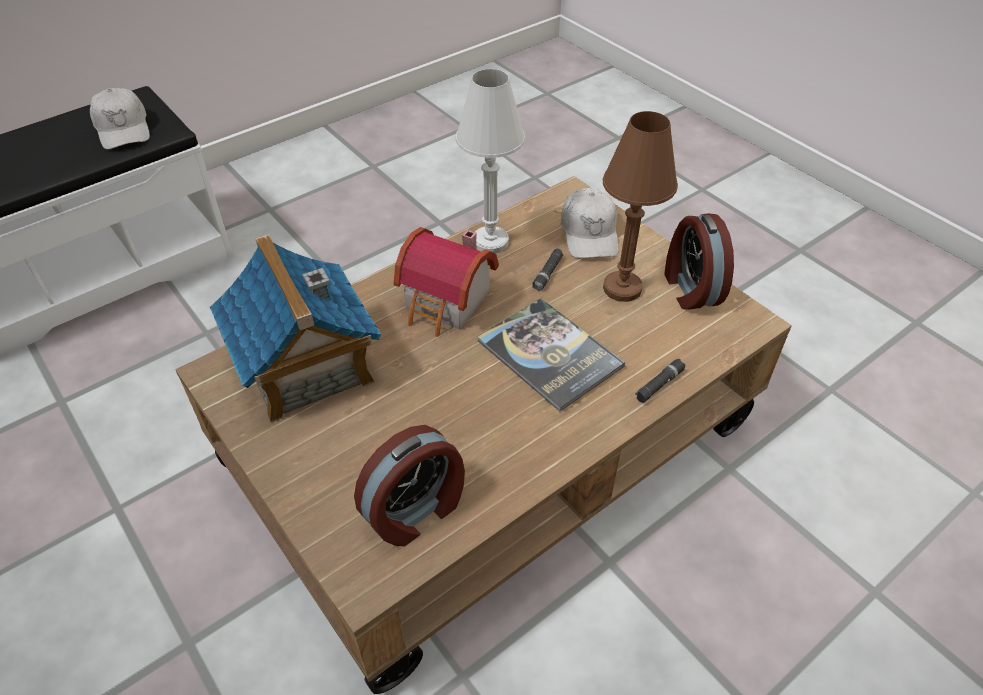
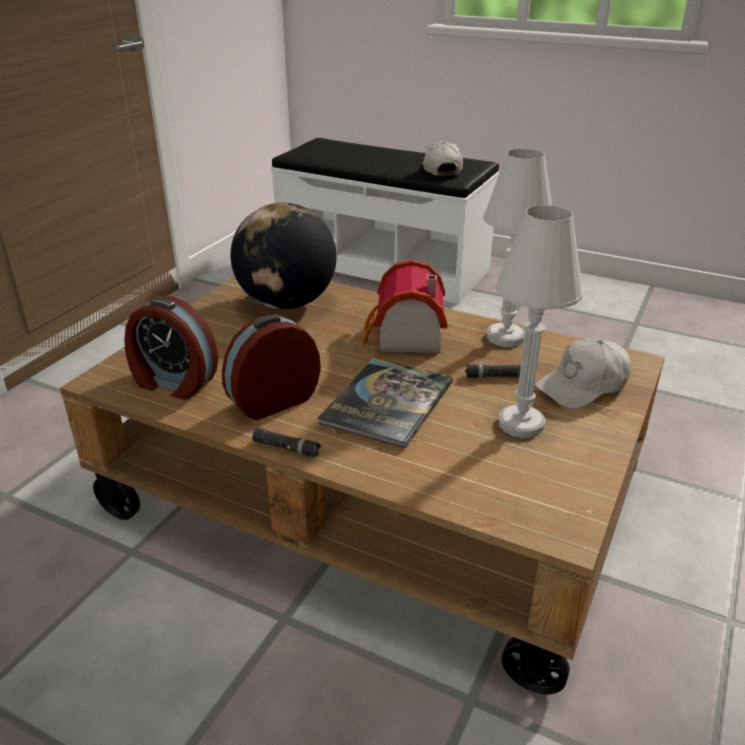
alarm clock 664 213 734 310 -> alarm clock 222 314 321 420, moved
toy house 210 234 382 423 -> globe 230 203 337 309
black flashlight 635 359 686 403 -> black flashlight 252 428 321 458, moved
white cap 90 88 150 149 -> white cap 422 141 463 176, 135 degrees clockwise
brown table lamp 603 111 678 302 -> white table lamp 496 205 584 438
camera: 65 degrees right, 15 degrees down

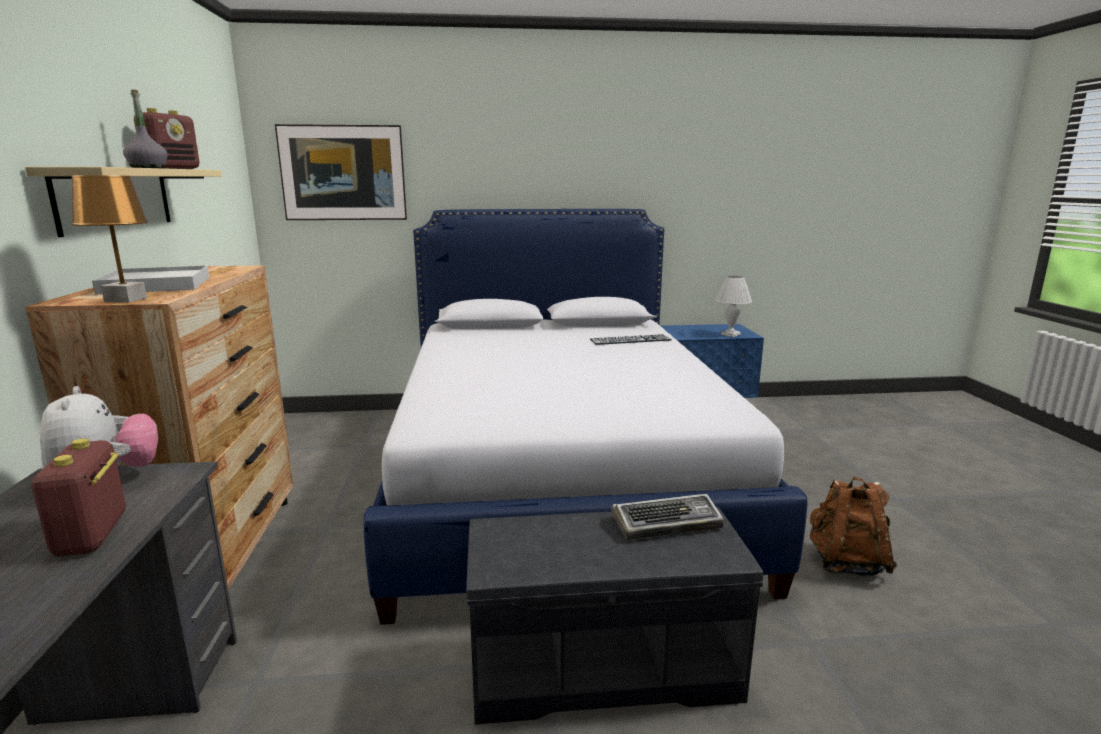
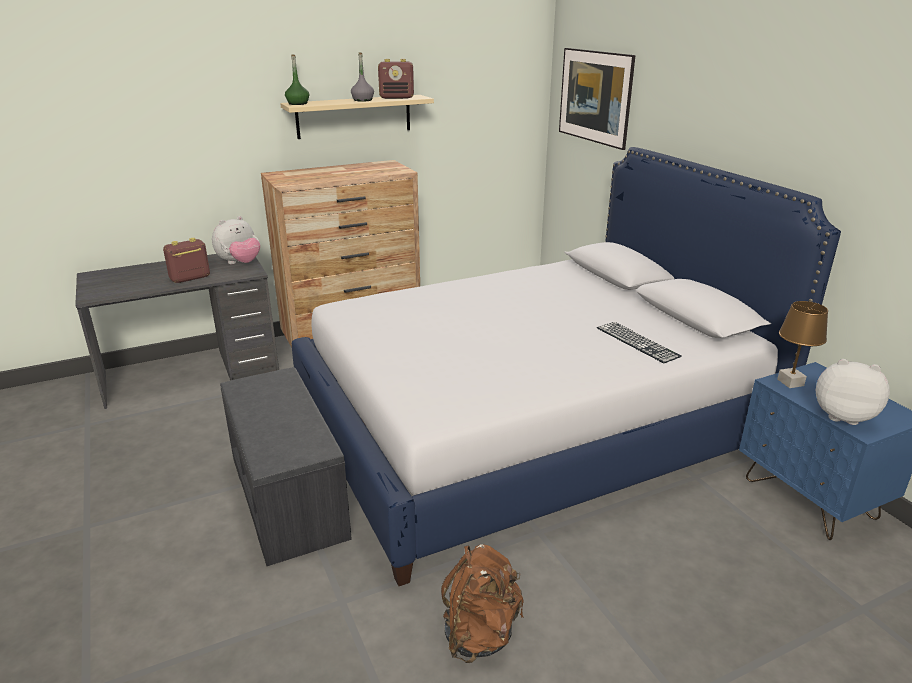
none -> green bottle 285 54 309 105
brown table lamp 72 176 148 303 -> brown table lamp 777 301 828 388, moved
white table lamp 715 276 752 337 -> plush toy 816 359 890 425
white tray 92 266 209 294 -> none
keyboard 612 494 724 540 -> none
camera: 70 degrees right, 10 degrees up

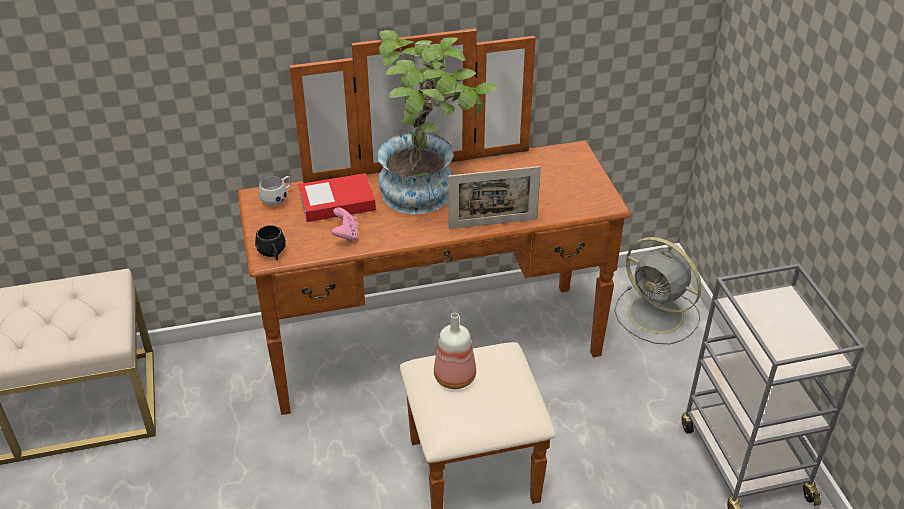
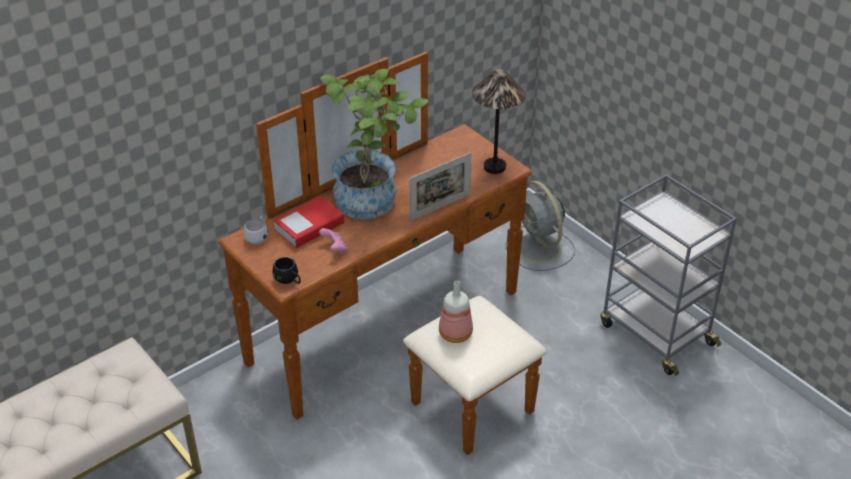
none -> table lamp 472 69 525 174
grey fan 614 237 701 344 -> grey fan 505 181 575 271, 45 degrees clockwise
camera: 25 degrees left, 0 degrees up

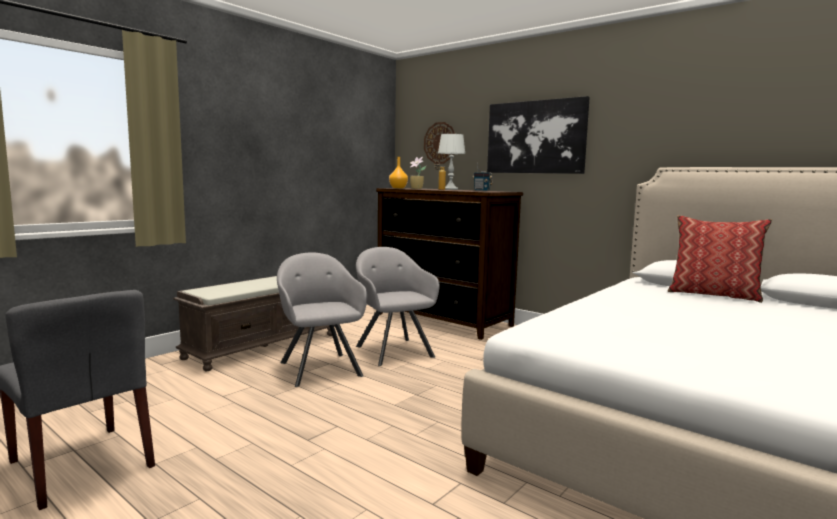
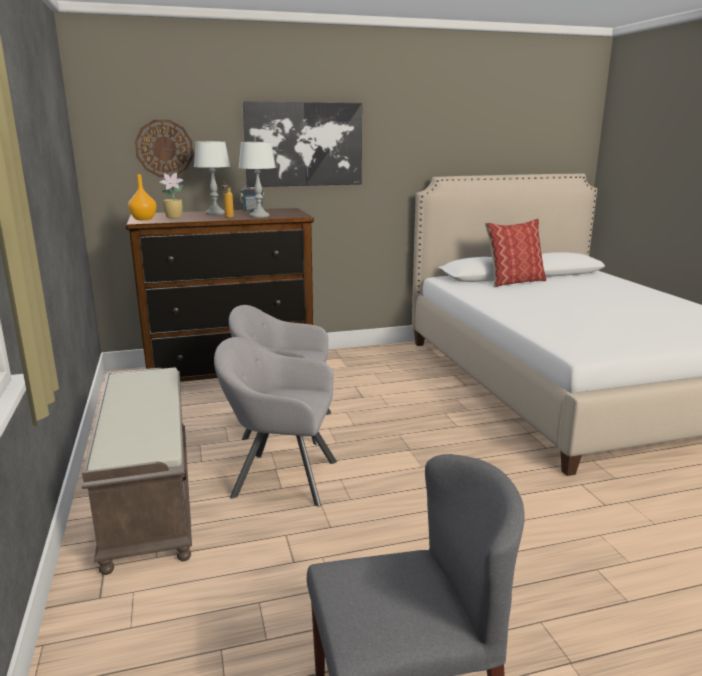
none -> white table lamp 239 142 276 218
camera: 55 degrees left, 10 degrees up

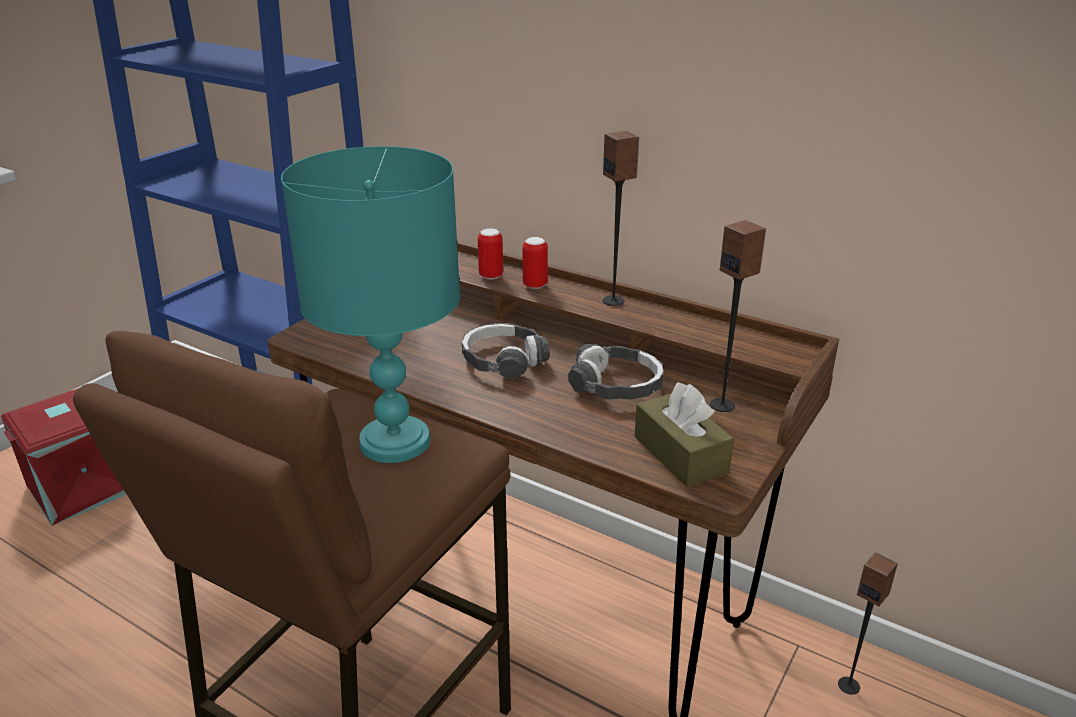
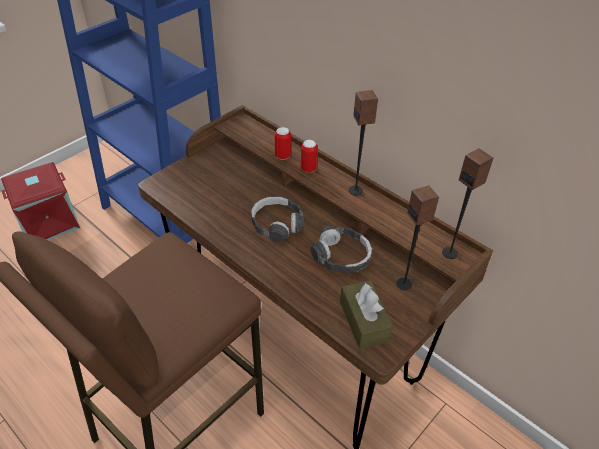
speaker 838 552 898 695 -> speaker 442 148 493 259, moved
turquoise table lamp 281 146 460 463 -> none
camera: 10 degrees right, 15 degrees up

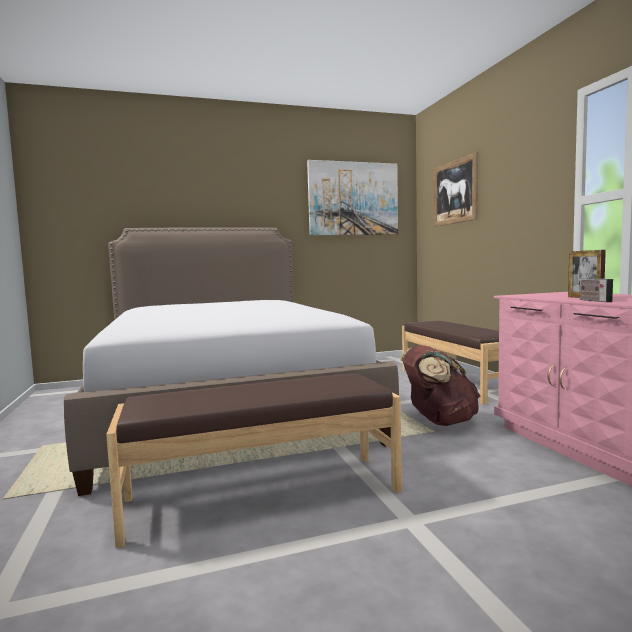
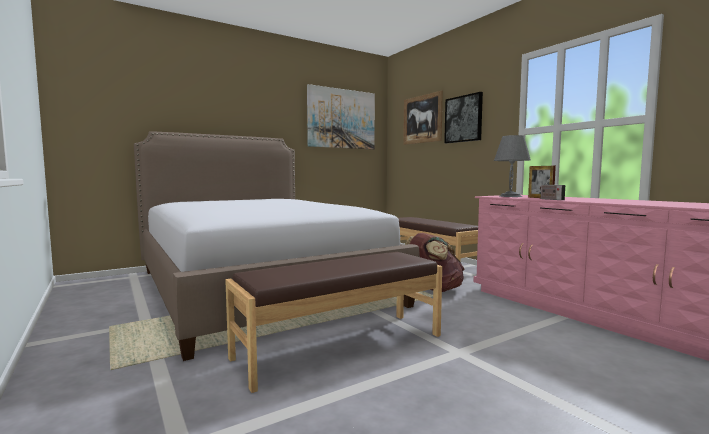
none -> picture 444 92 483 144
none -> grey table lamp 494 135 531 197
camera: 15 degrees left, 0 degrees up

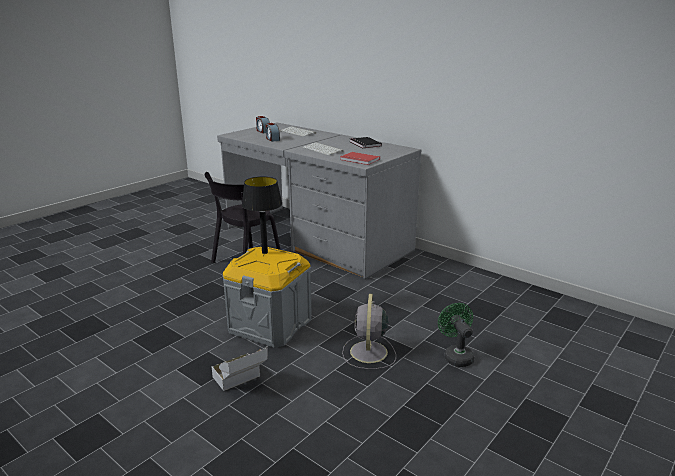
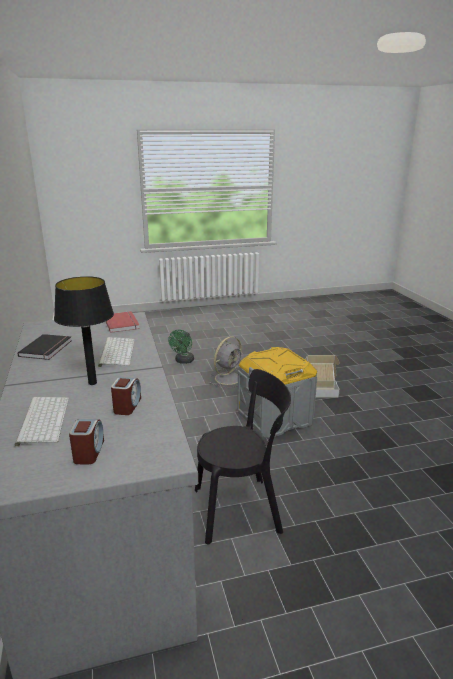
black table lamp 242 177 282 254 -> black table lamp 54 276 114 385, moved
camera: 145 degrees left, 0 degrees up

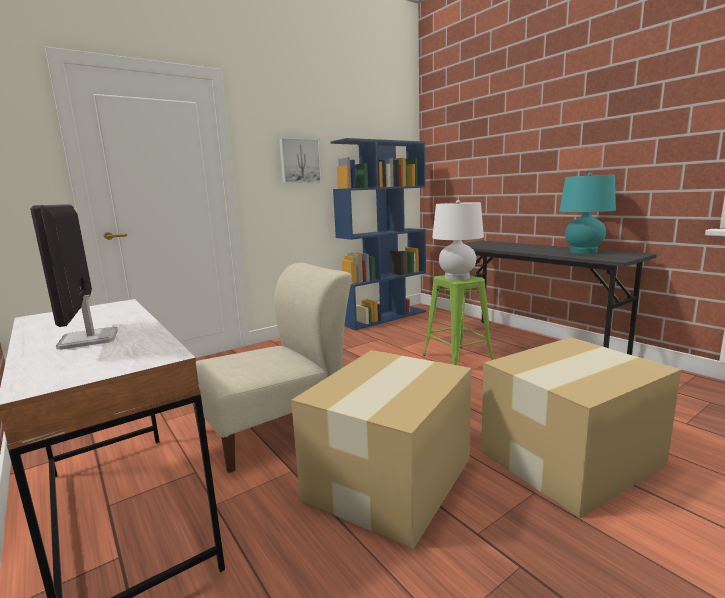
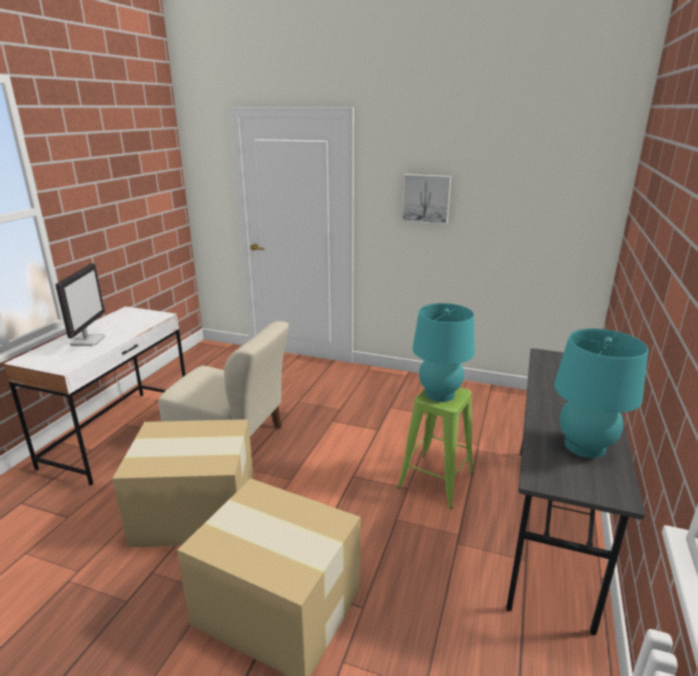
monitor 30 204 118 350 -> monitor 55 263 105 346, 150 degrees clockwise
white table lamp 432 200 484 280 -> turquoise table lamp 412 303 475 402
blue bookcase 330 138 426 330 -> none
camera: 55 degrees right, 10 degrees up

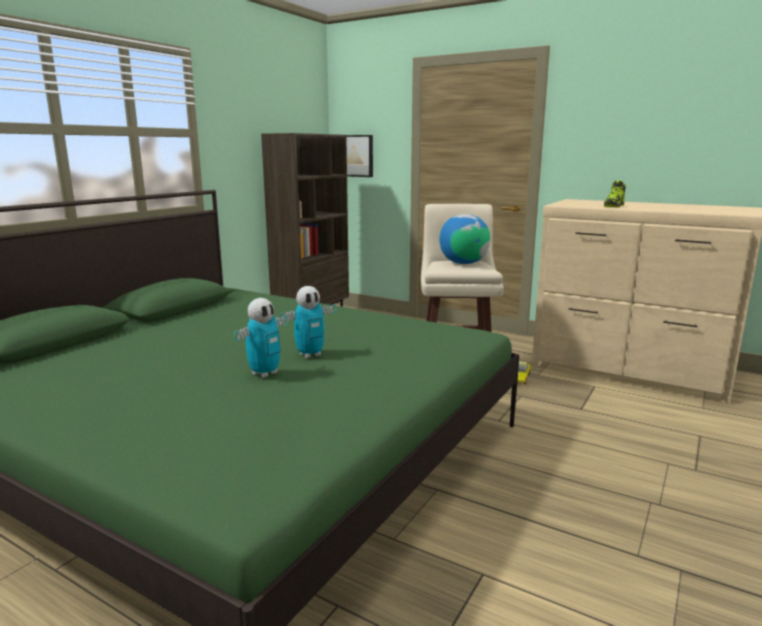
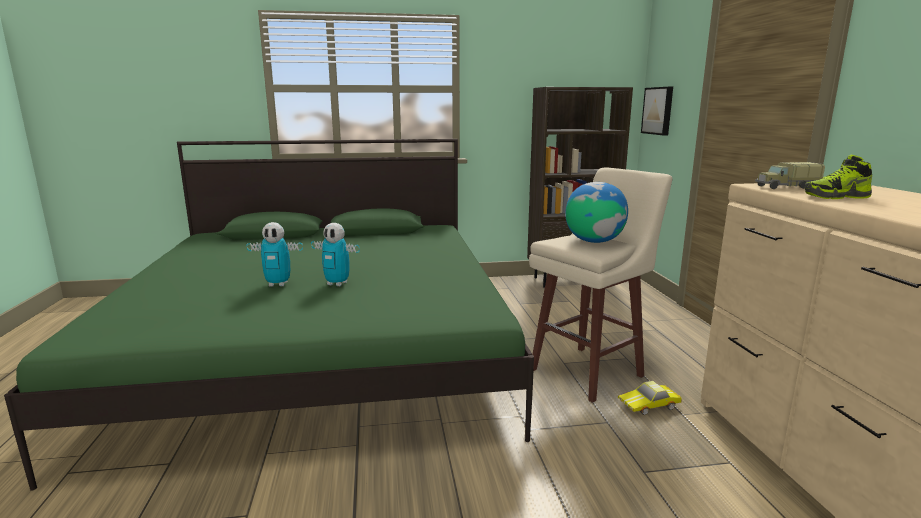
none -> toy truck 755 162 825 189
camera: 50 degrees right, 0 degrees up

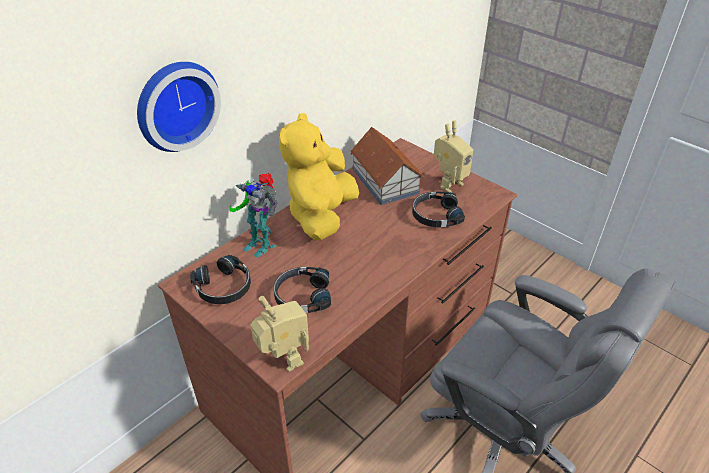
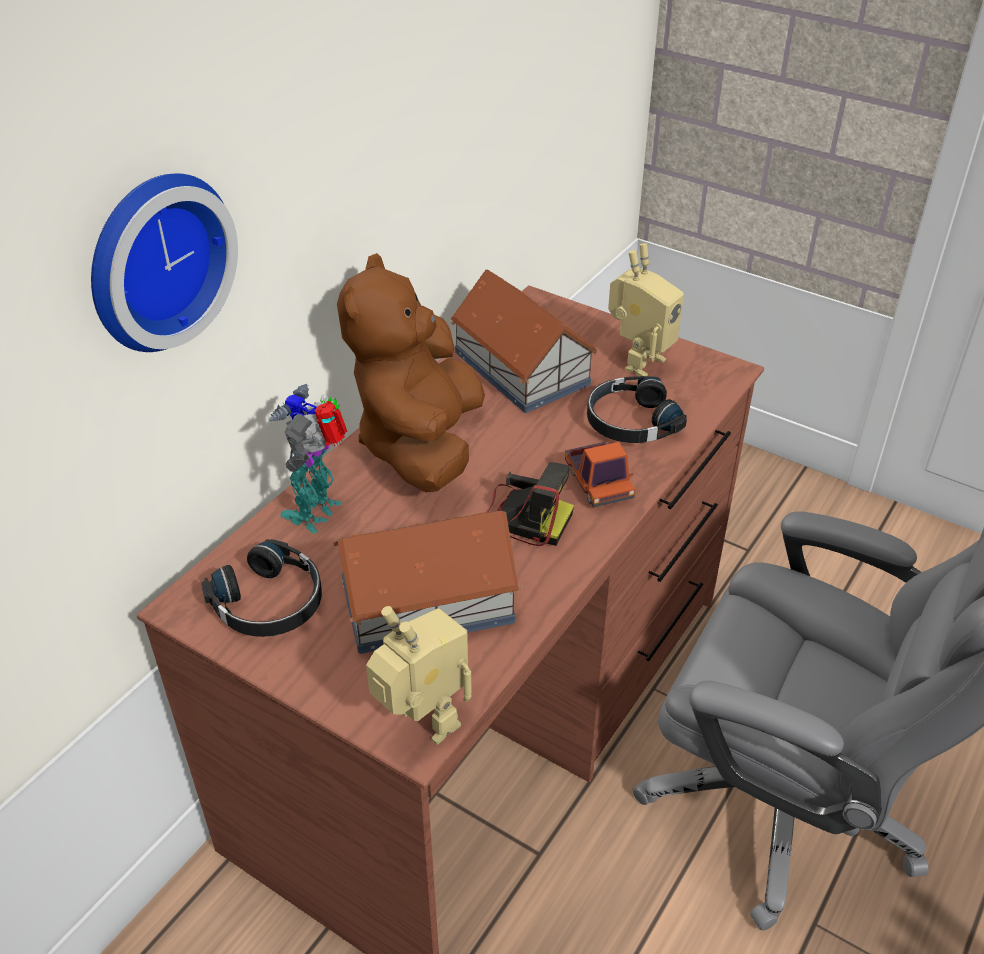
toy robot 229 173 278 257 -> toy robot 269 384 347 533, 90 degrees clockwise
black headphones 273 267 331 313 -> toy house 333 511 522 654
yellow plush toy 279 113 359 240 -> brown plush toy 337 253 485 492
none -> photo camera 487 462 574 546
none -> toy truck 565 442 635 507
camera: 10 degrees left, 0 degrees up

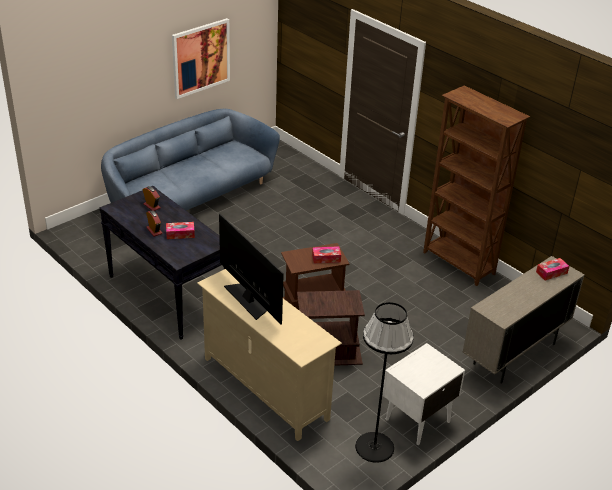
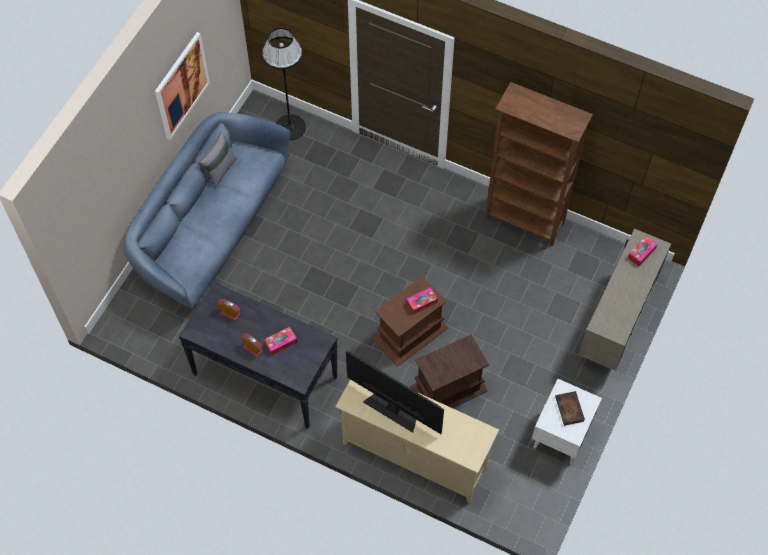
none -> grey pillow 199 132 237 188
black floor lamp 355 302 414 463 -> black floor lamp 262 28 306 140, moved
none -> book 555 391 585 426
camera: 20 degrees left, 25 degrees up

